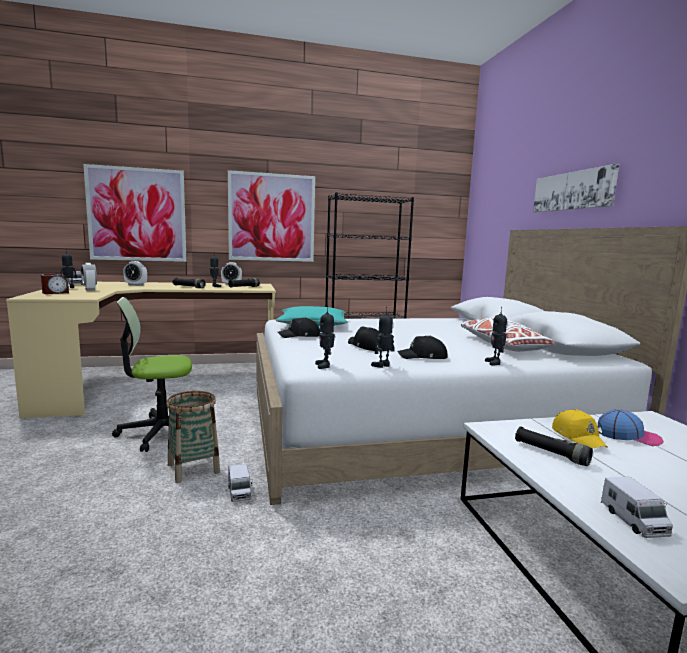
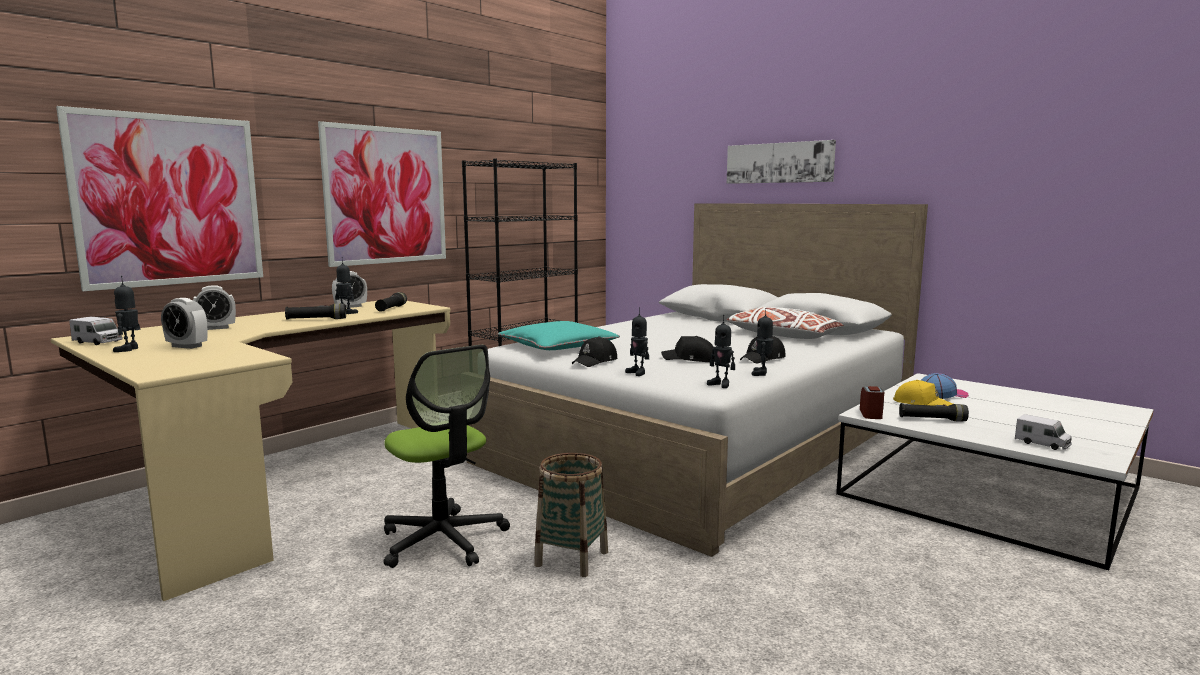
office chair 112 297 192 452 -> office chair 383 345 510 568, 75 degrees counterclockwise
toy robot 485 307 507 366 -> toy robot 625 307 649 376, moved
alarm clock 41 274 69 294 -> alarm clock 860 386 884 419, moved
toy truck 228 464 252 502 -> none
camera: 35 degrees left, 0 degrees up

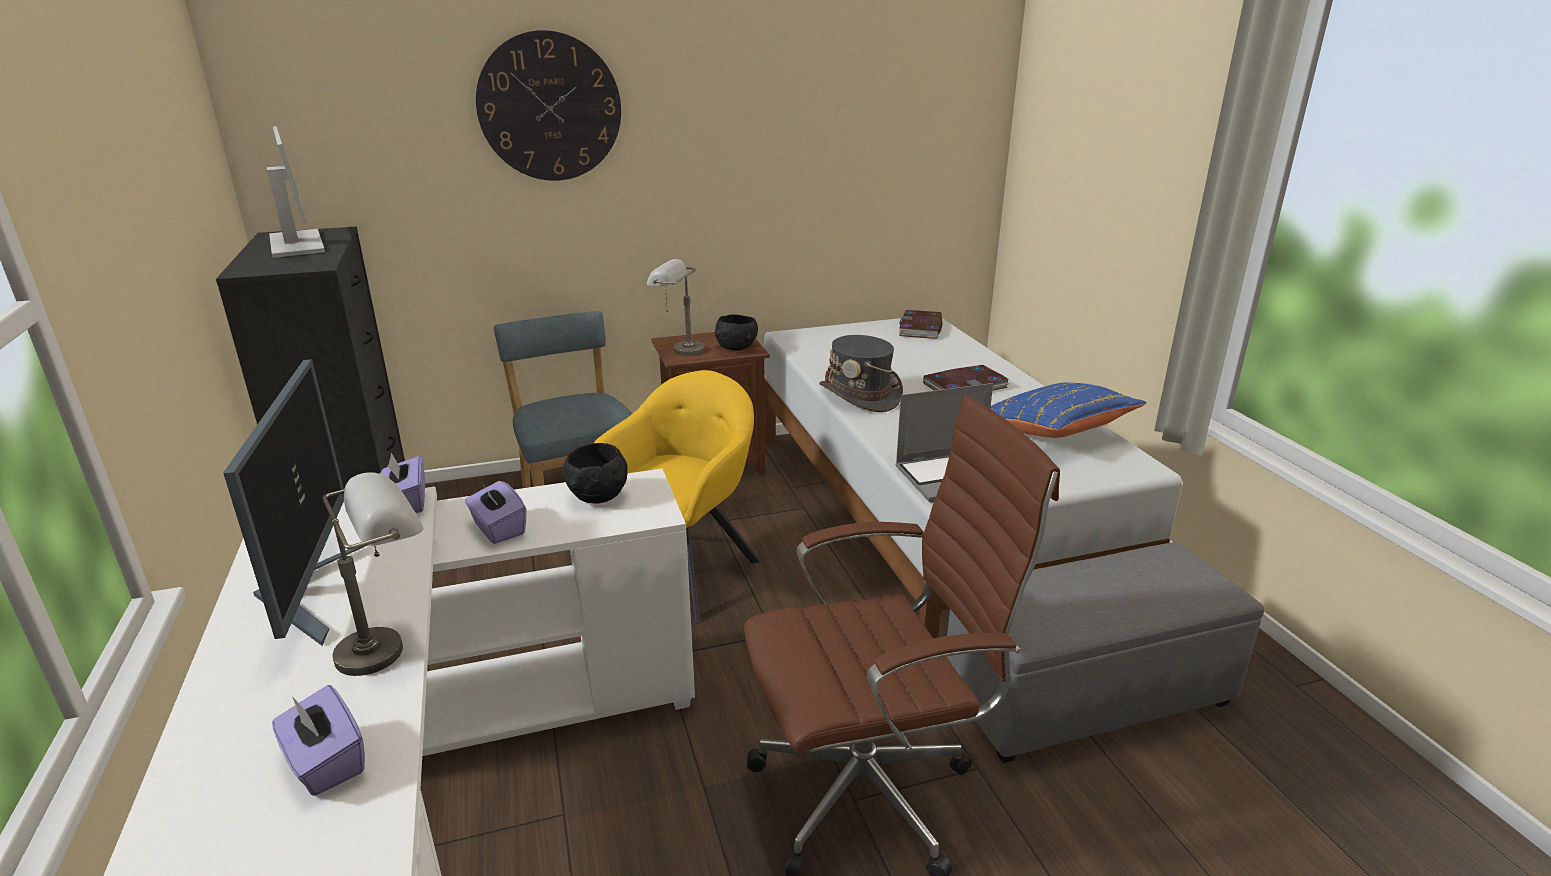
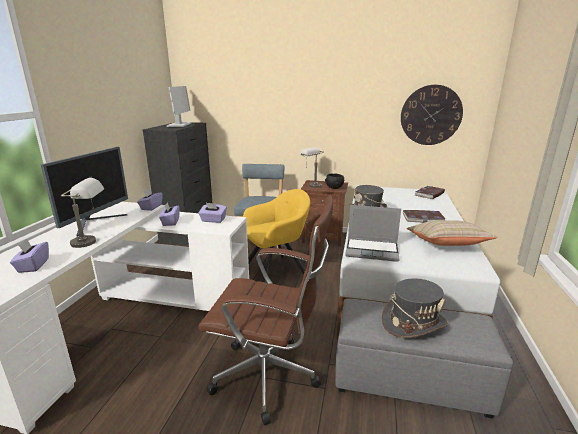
black bowl 563 443 628 504 -> purple tissue box 198 203 227 223
none -> grey hat 382 279 448 338
wall clock 476 30 621 181 -> wall clock 401 85 463 145, moved
blue pillow 990 382 1146 438 -> beige pillow 407 220 498 246
camera: 30 degrees right, 5 degrees down

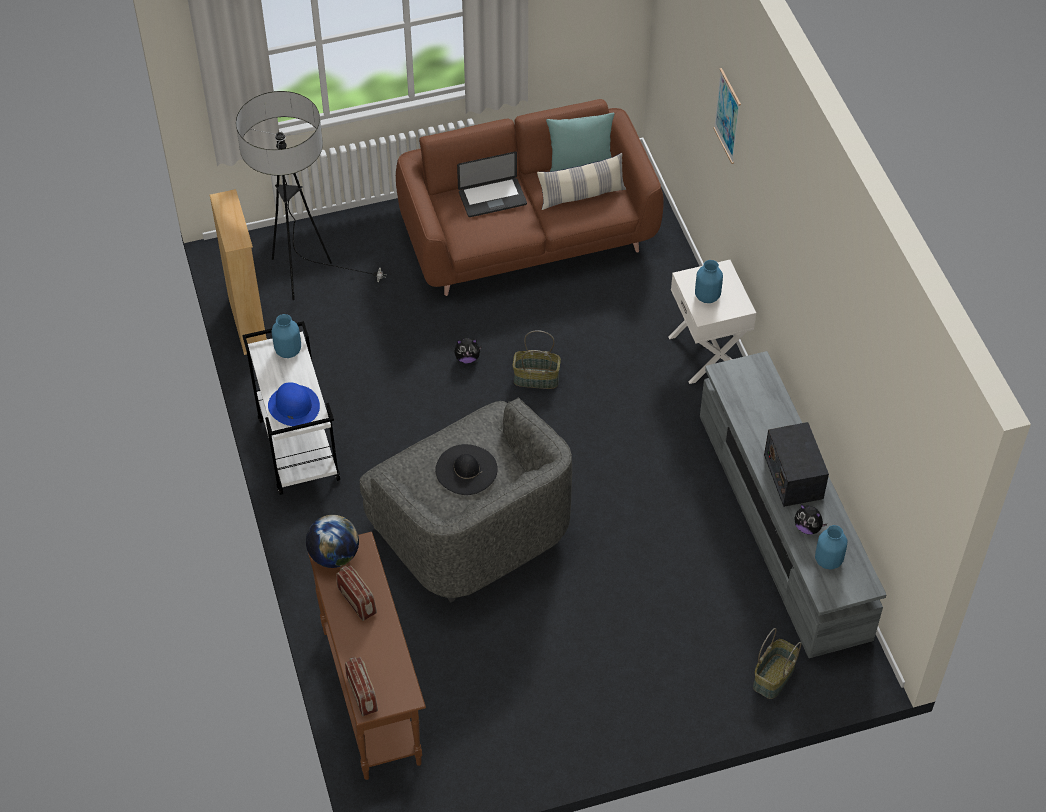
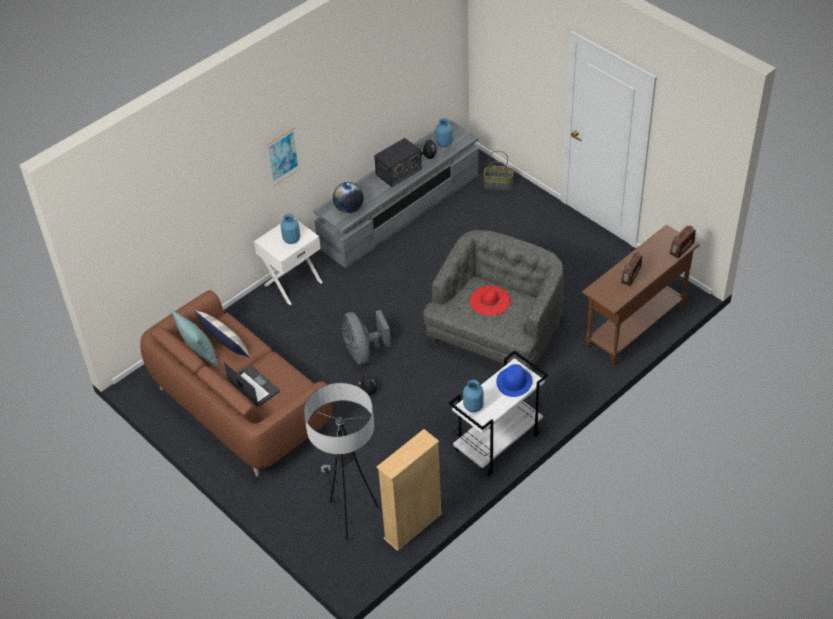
picture 713 68 741 164 -> picture 266 127 300 186, moved
globe 306 515 359 568 -> globe 333 182 363 213, moved
basket 513 330 561 389 -> grey fan 342 310 391 365
black hat 435 444 498 495 -> red hat 470 285 511 316
camera: 115 degrees left, 5 degrees down

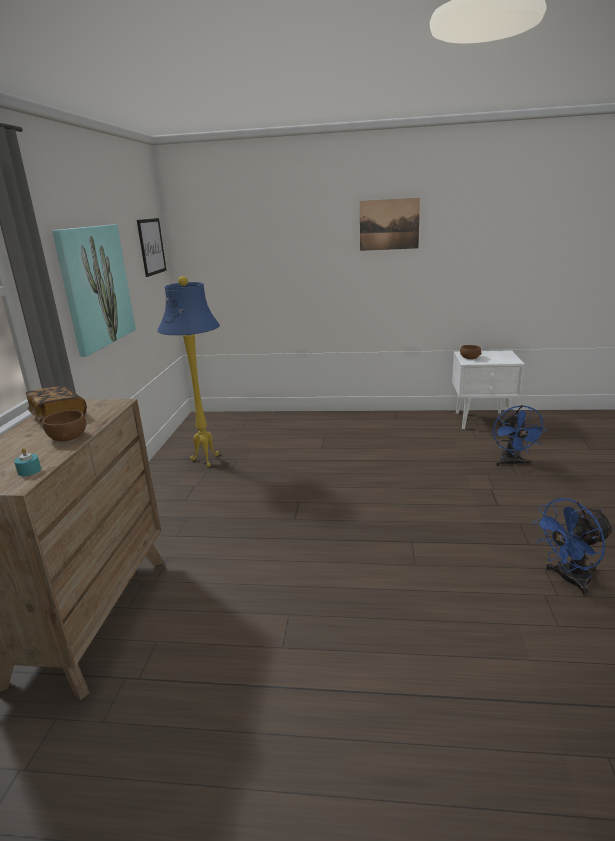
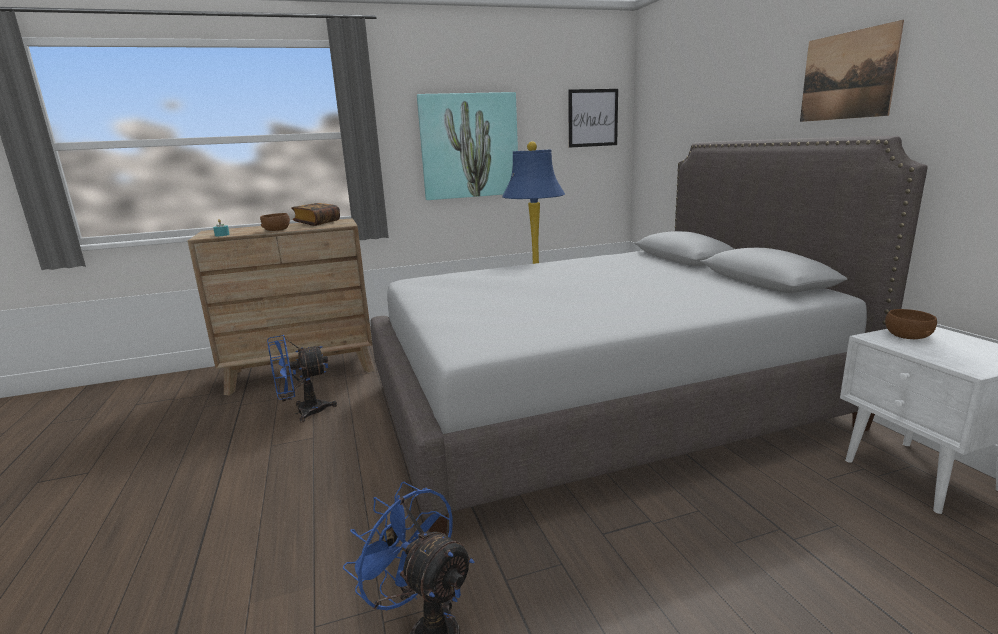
blue fan 493 405 547 467 -> blue fan 267 335 337 423, moved
none -> grey bed 370 136 928 535
camera: 65 degrees right, 5 degrees down

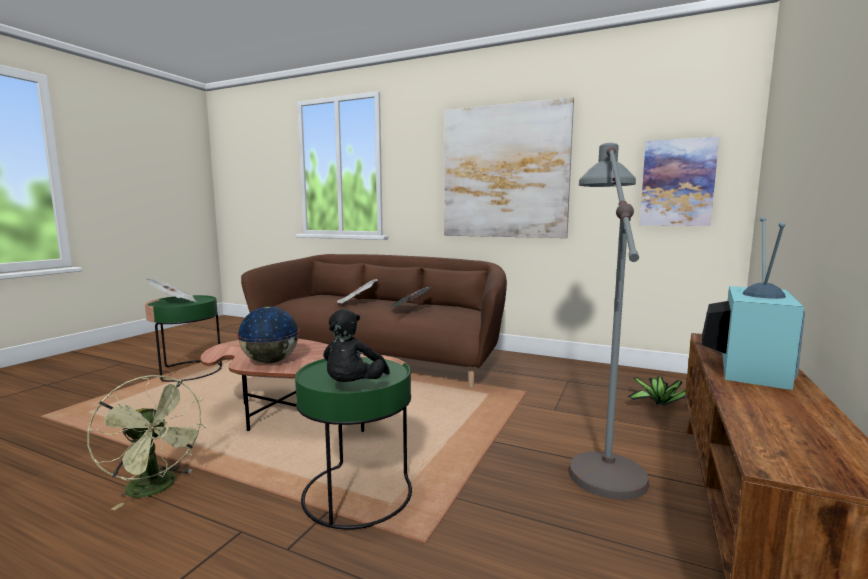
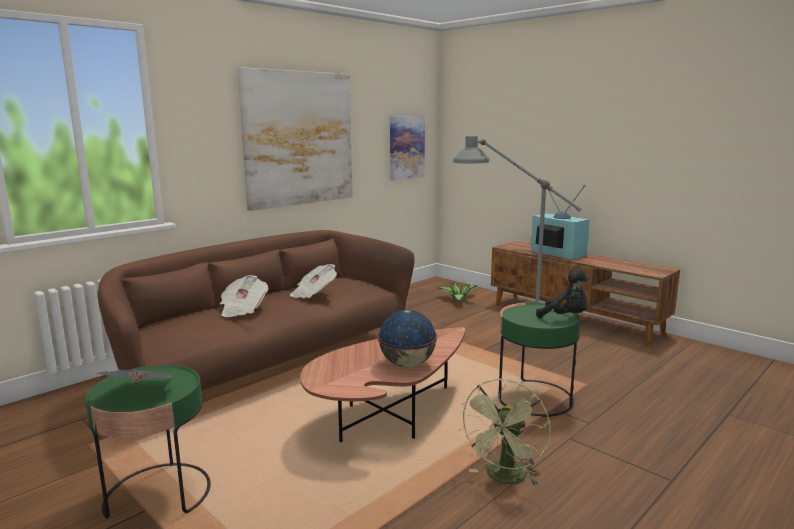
green fan 87 375 206 510 -> green fan 458 379 551 486, 150 degrees clockwise
camera: 70 degrees left, 5 degrees up

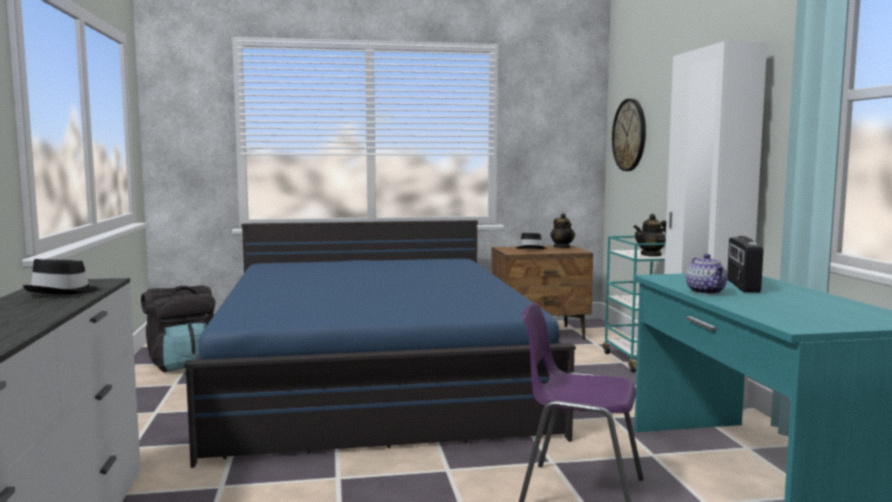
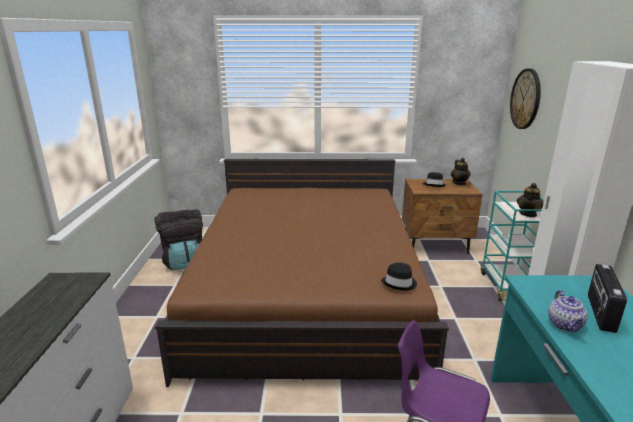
blue bed 184 220 576 468 -> brown bed 155 159 449 387
black hat 23 259 99 295 -> black hat 381 263 417 291, moved
teapot 634 214 666 257 -> teapot 517 183 543 217, 45 degrees counterclockwise
camera: 10 degrees right, 15 degrees up

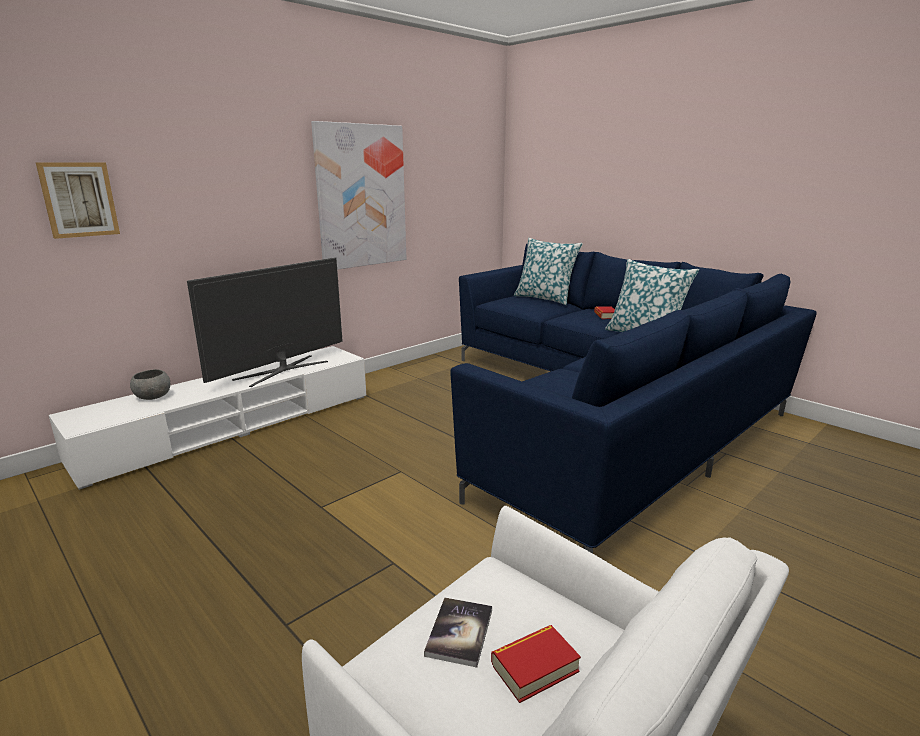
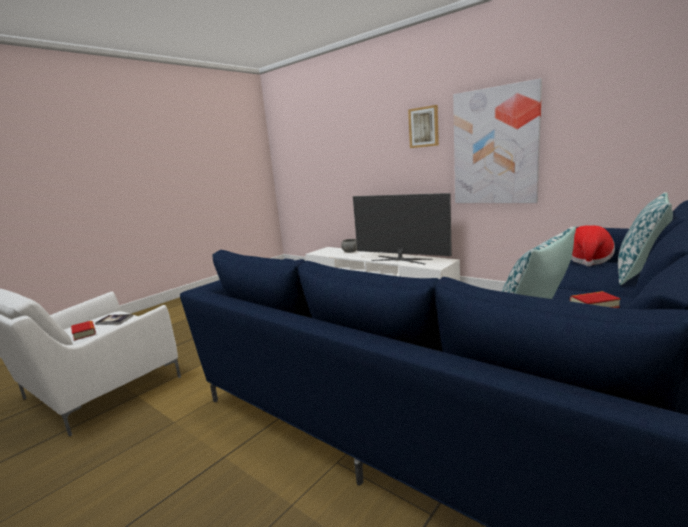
picture 36 162 120 239 -> picture 408 105 439 148, moved
none -> hat 571 225 615 266
camera: 85 degrees right, 5 degrees down

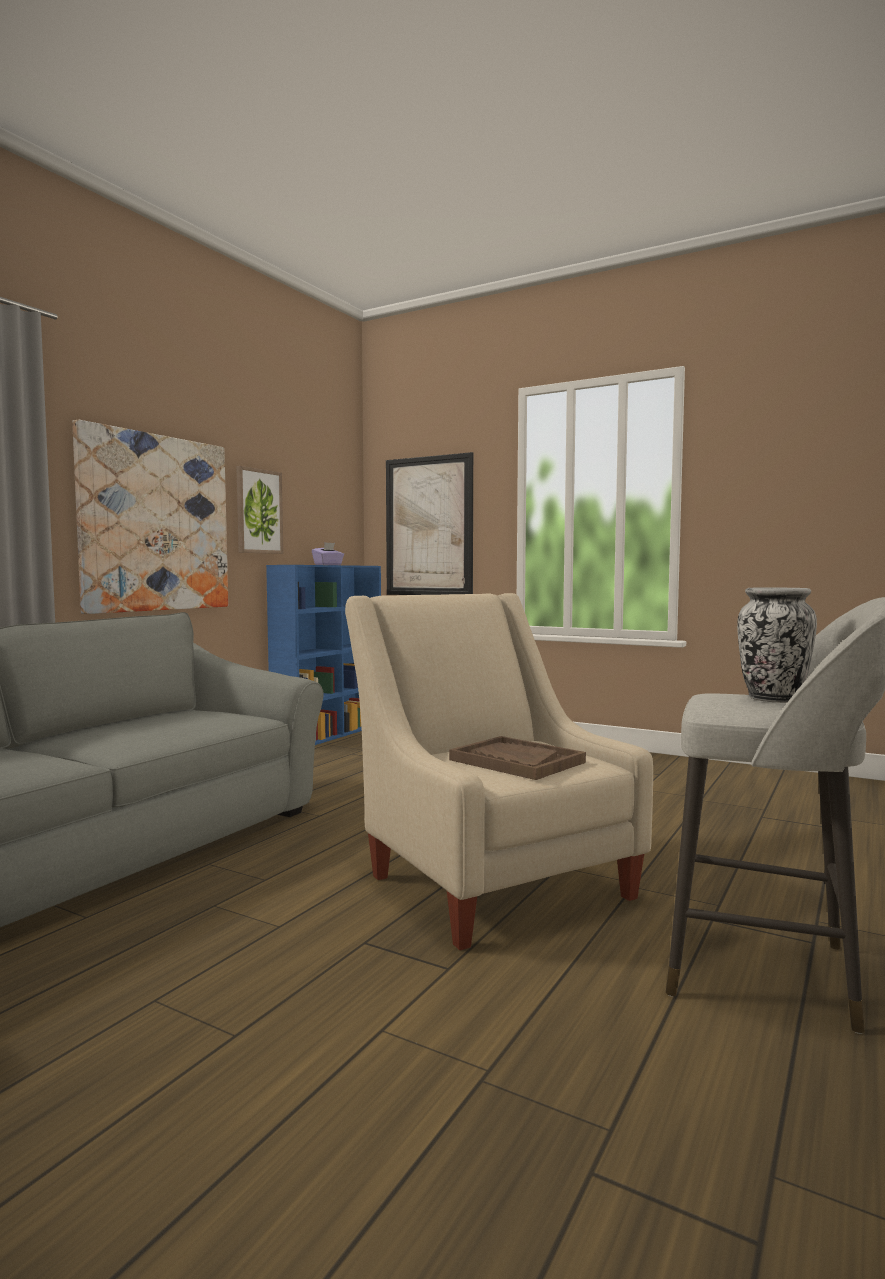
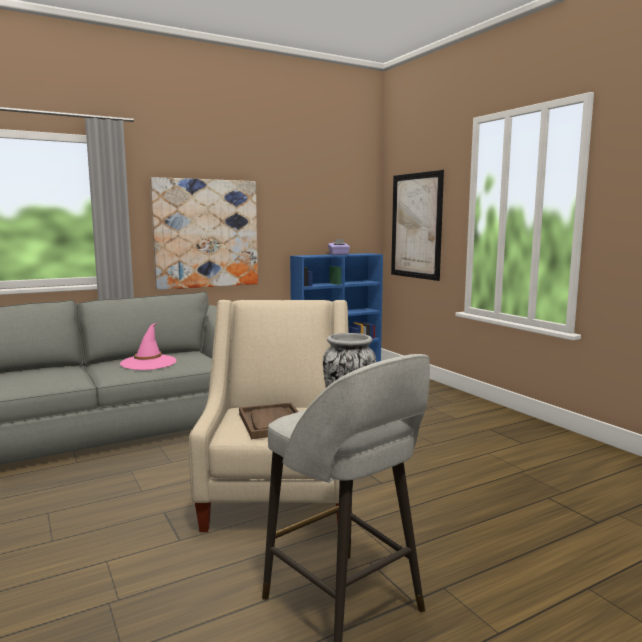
none -> pink hat 120 323 176 370
picture 236 466 283 554 -> none
camera: 30 degrees right, 5 degrees up

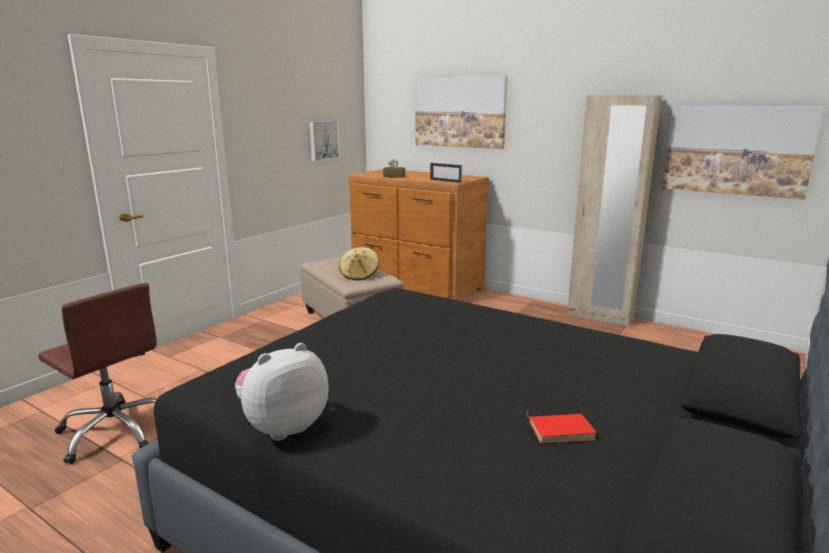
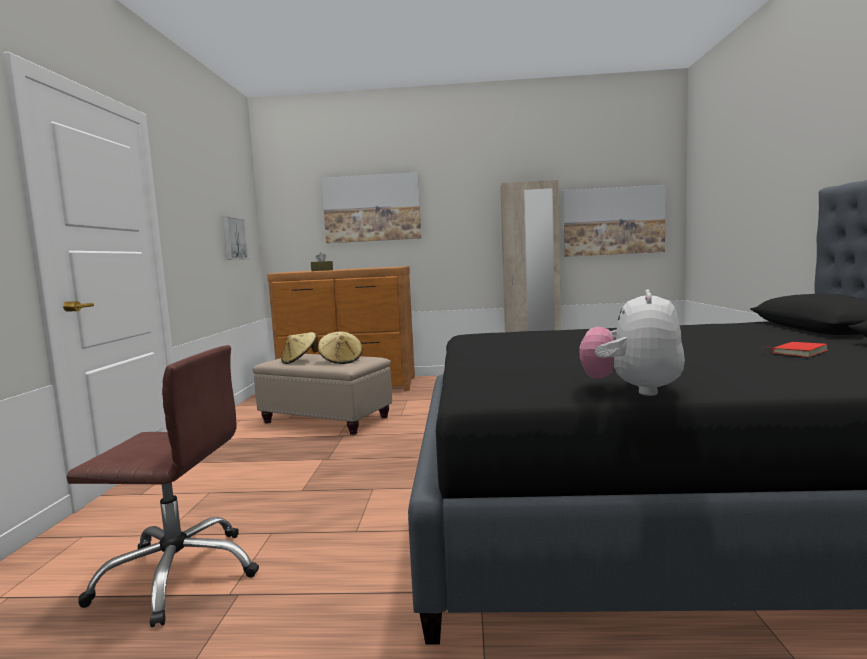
none -> beige hat 281 332 318 364
picture frame 430 163 462 183 -> none
camera: 30 degrees left, 10 degrees down

